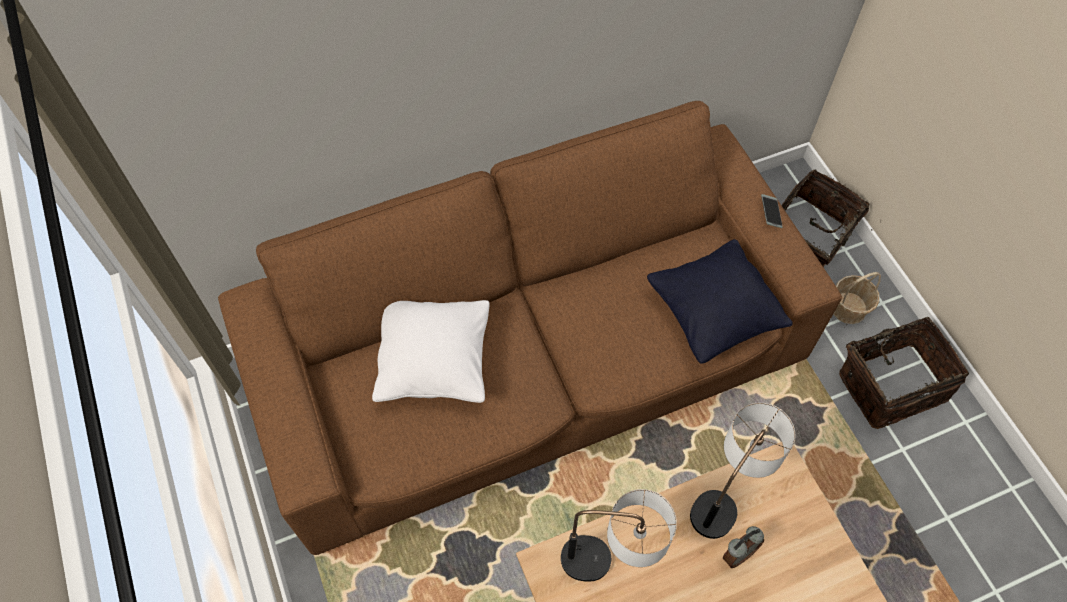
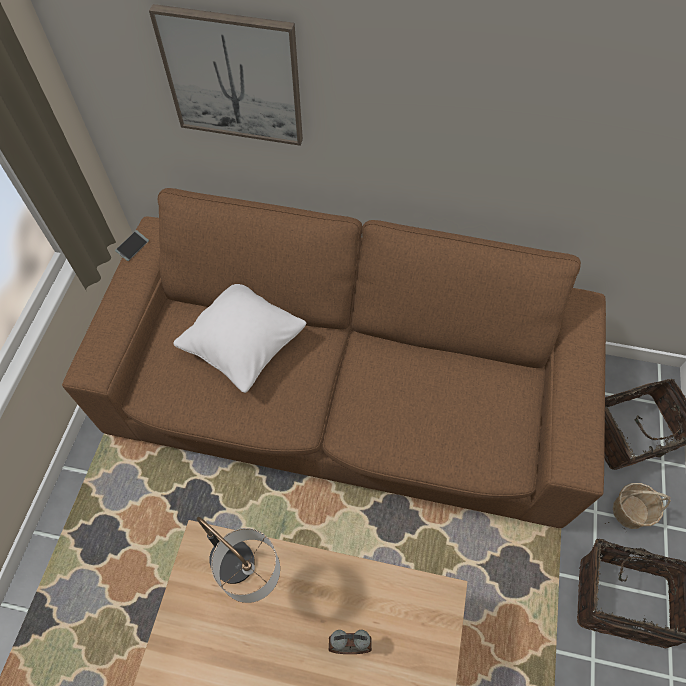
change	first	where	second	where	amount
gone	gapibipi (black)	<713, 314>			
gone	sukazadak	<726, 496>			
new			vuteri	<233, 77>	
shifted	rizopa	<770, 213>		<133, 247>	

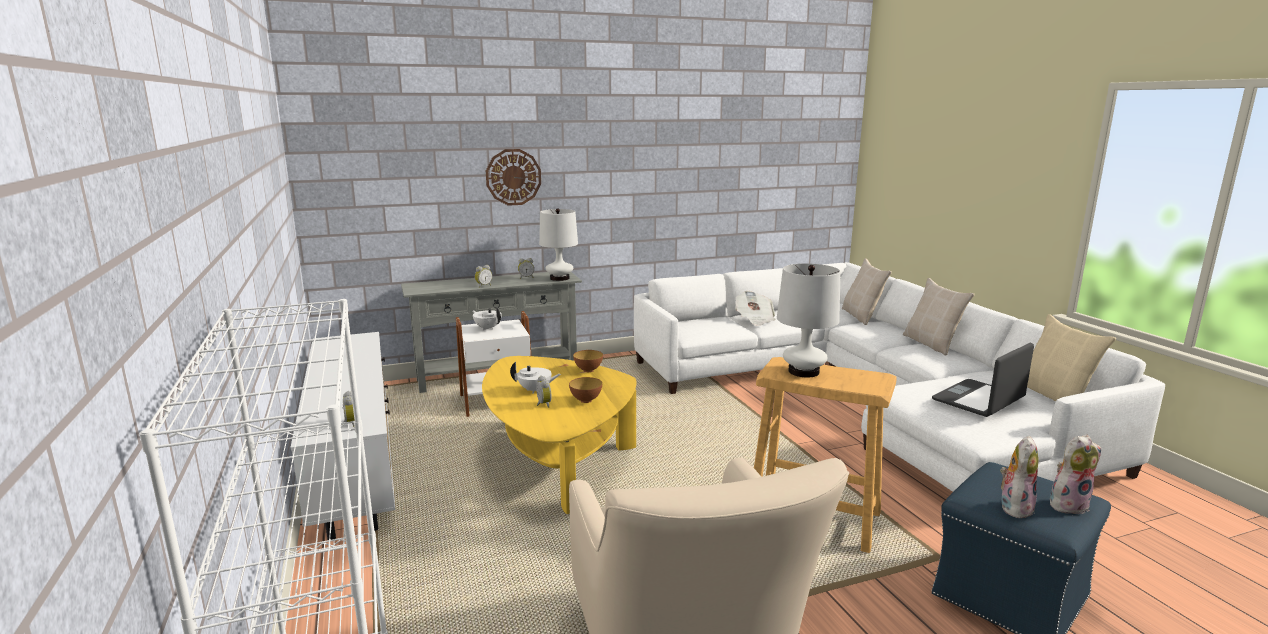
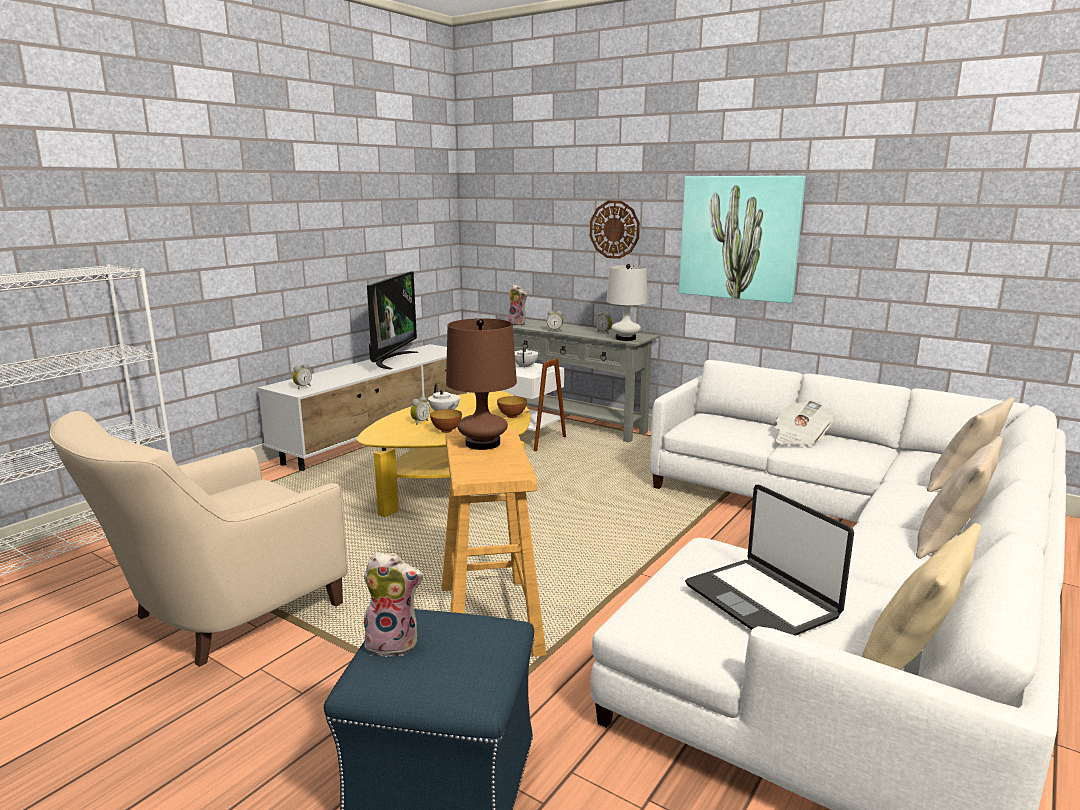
change	first	where	second	where	amount
new			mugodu	<391, 360>	
new			vuteri	<739, 238>	
shifted	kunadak	<1068, 504>		<518, 323>	
repainted	sukazadak (white)	<803, 371>	sukazadak (brown)	<483, 443>	
rotated	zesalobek	<979, 400>		<762, 600>	135 degrees counterclockwise

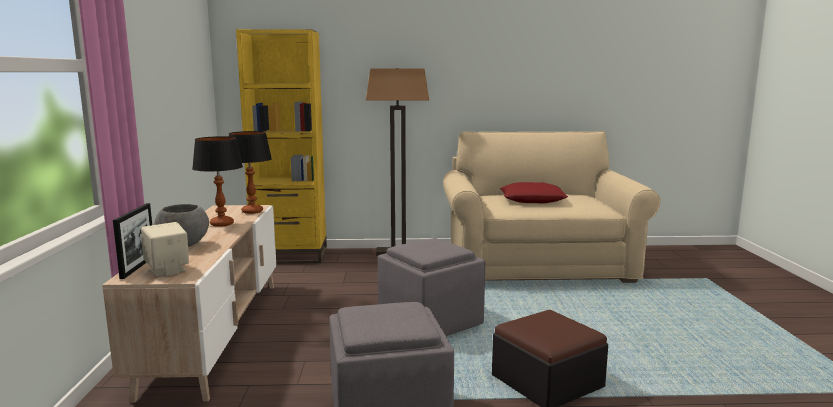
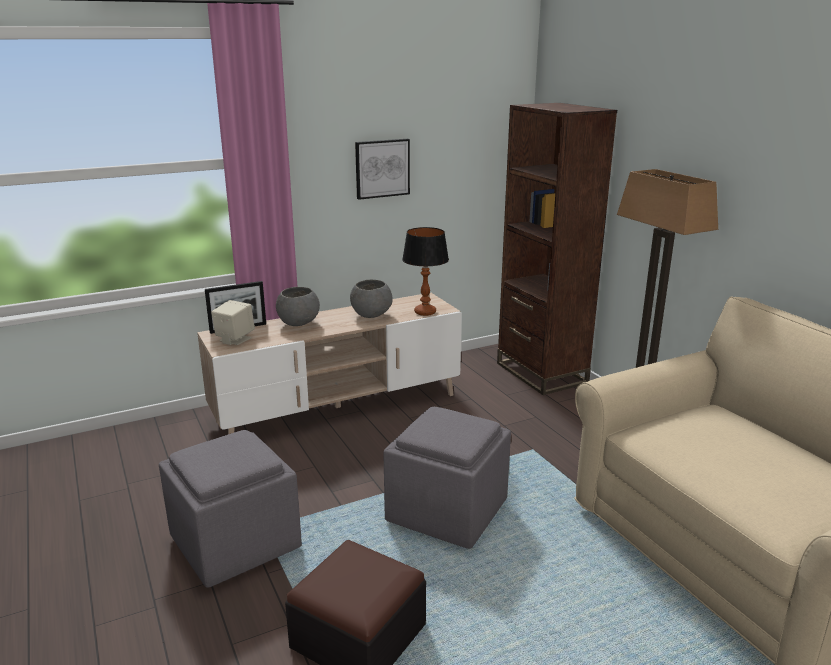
change	first	where	second	where	amount
gone	gapibipi (red)	<532, 199>			
new			vuteri	<382, 168>	
swapped	sukazadak	<222, 224>	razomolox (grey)	<371, 315>	
repainted	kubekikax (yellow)	<290, 256>	kubekikax (brown)	<541, 373>	

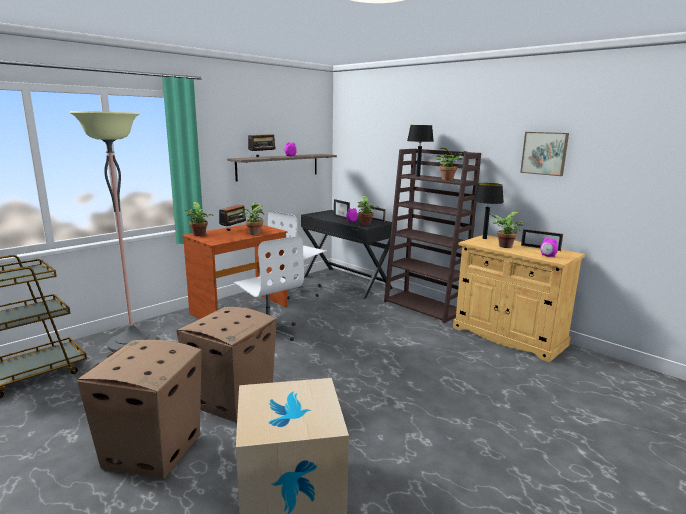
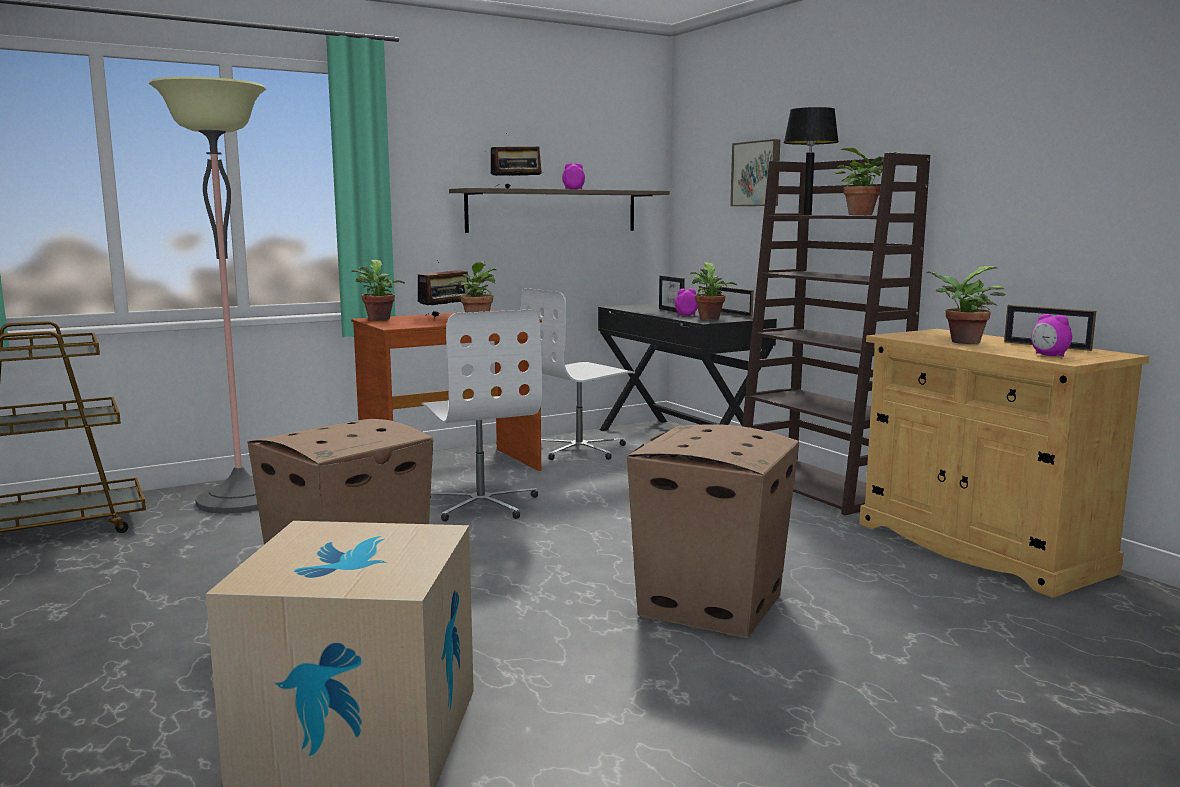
change	first	where	second	where	amount
gone	sukazadak (black)	<484, 238>			
shifted	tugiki	<151, 451>		<709, 606>	
shifted	vuteri	<544, 153>		<757, 174>	

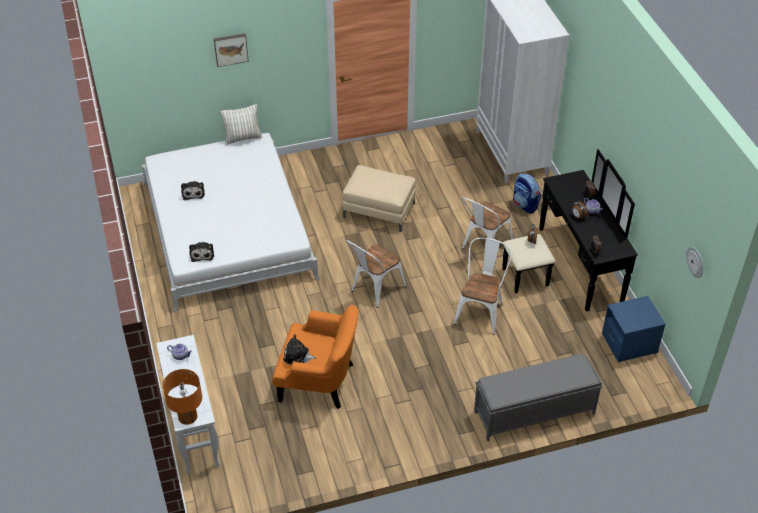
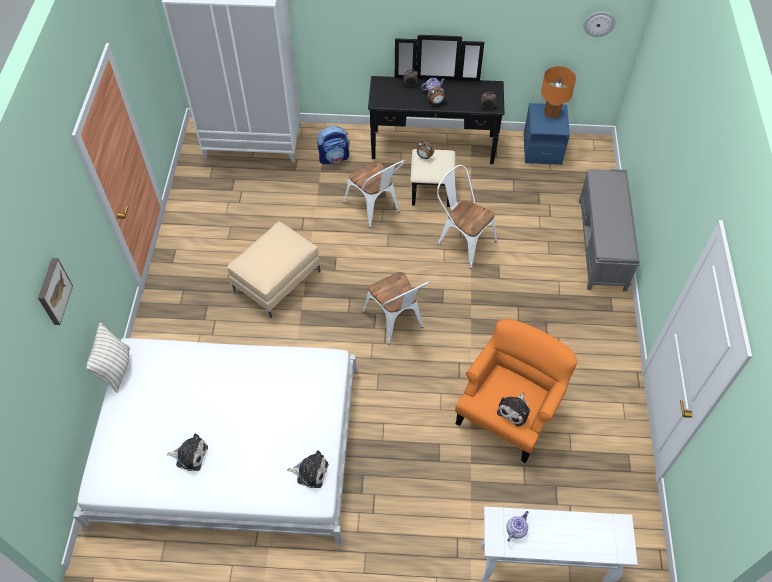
change	first	where	second	where	amount
shifted	sukazadak (orange)	<187, 416>		<552, 112>	

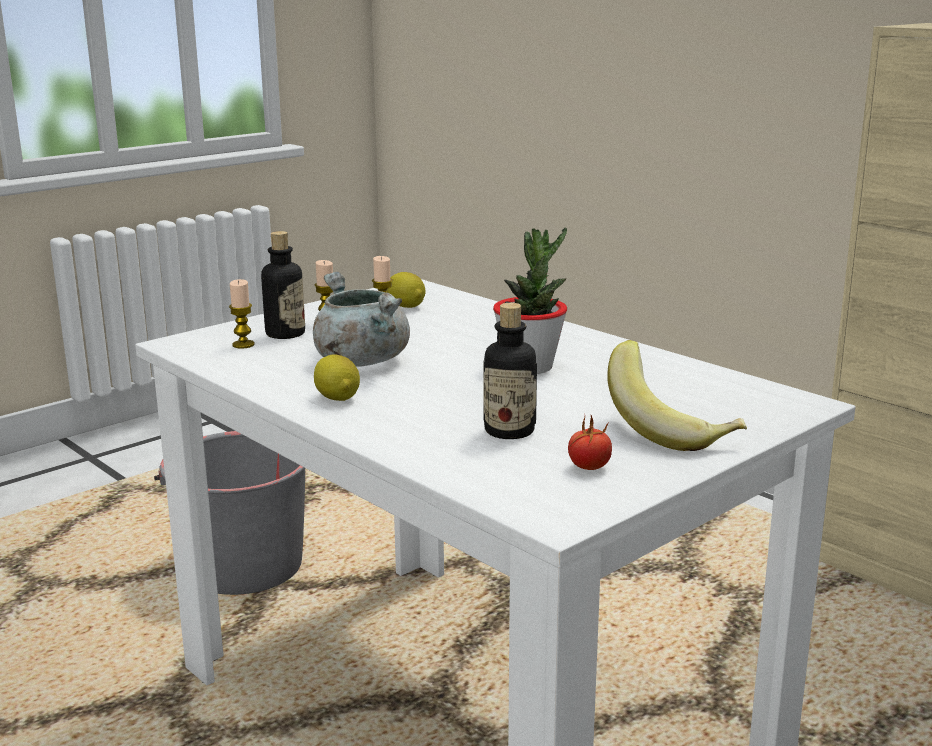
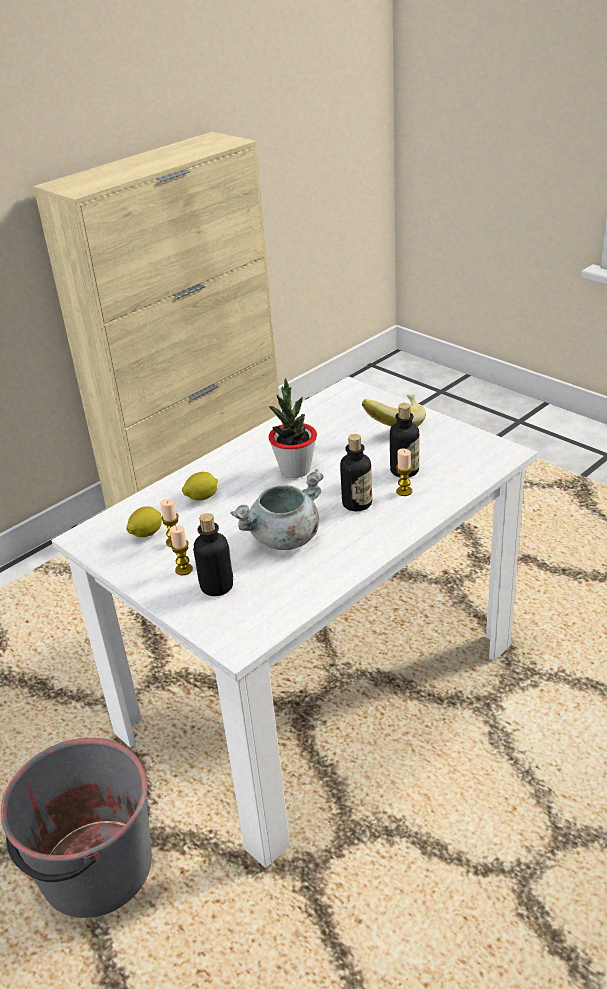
change	first	where	second	where	amount
gone	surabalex	<588, 467>			
new			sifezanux	<357, 503>	
shifted	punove	<243, 345>		<404, 491>	
shifted	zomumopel	<337, 398>		<201, 498>	

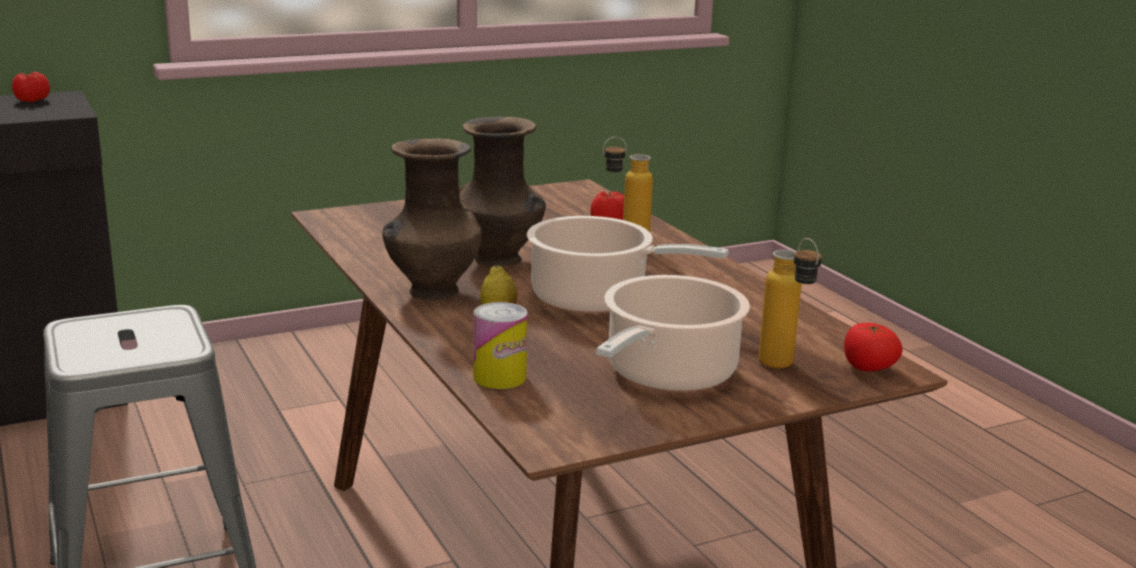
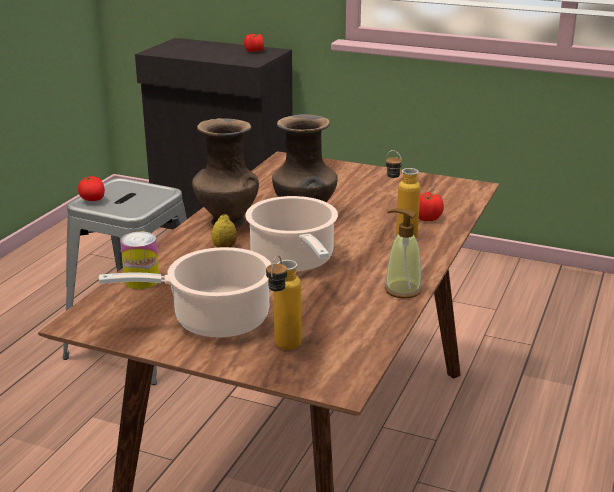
change	first	where	second	where	amount
new			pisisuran	<402, 290>	
shifted	surabalex	<868, 368>		<93, 199>	

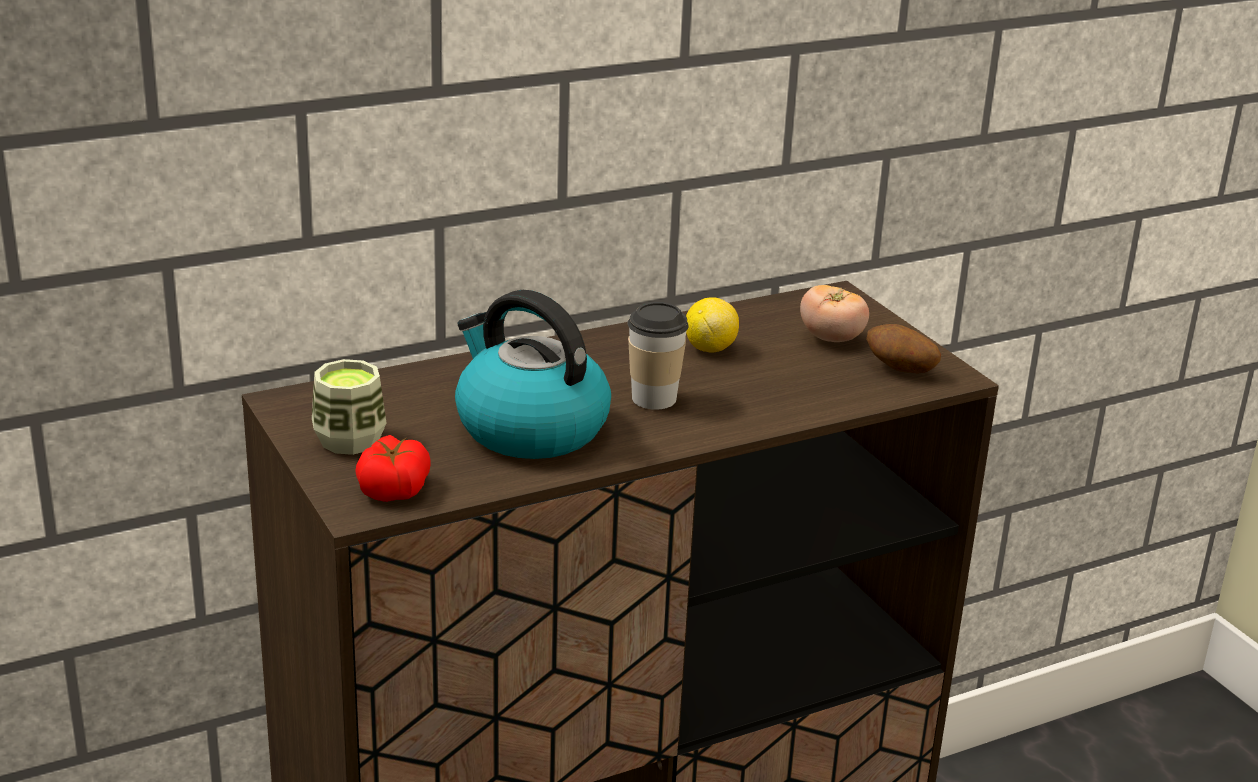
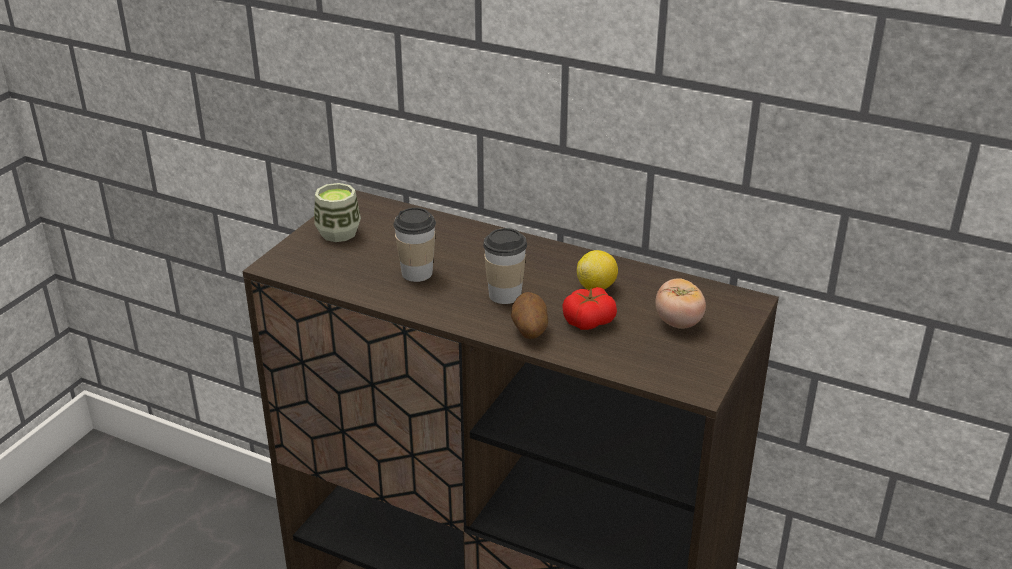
change	first	where	second	where	amount
shifted	surabalex	<393, 488>		<588, 321>	
shifted	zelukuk	<900, 370>		<529, 330>	
swapped	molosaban	<529, 428>	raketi	<417, 273>	

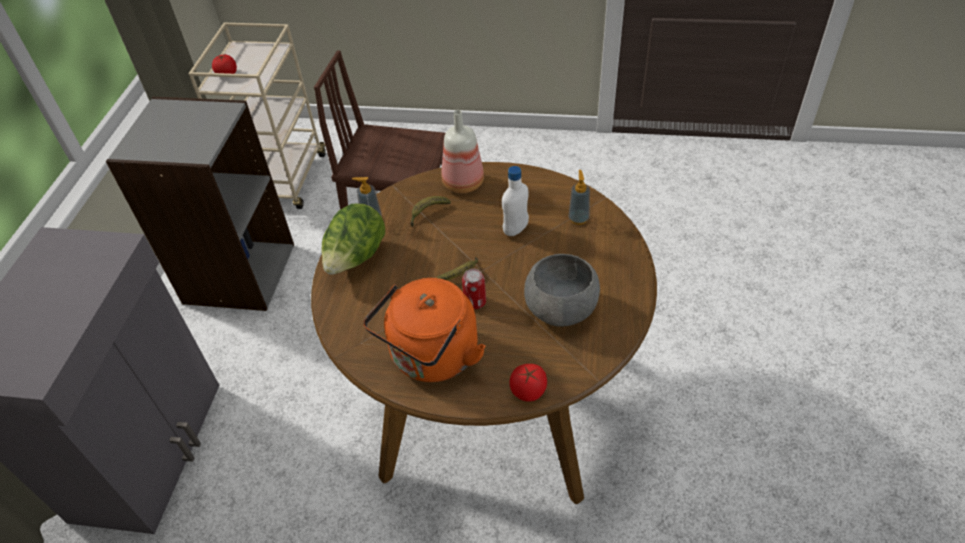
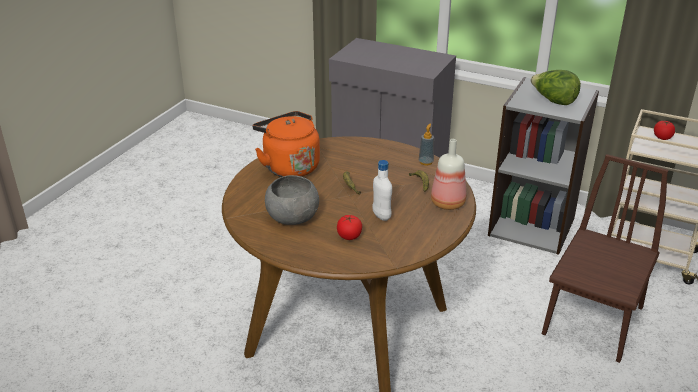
change	first	where	second	where	amount
gone	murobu	<475, 302>			
gone	pisisuran	<578, 218>			
shifted	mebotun	<356, 259>		<553, 101>	
shifted	surabalex	<528, 391>		<349, 236>	

